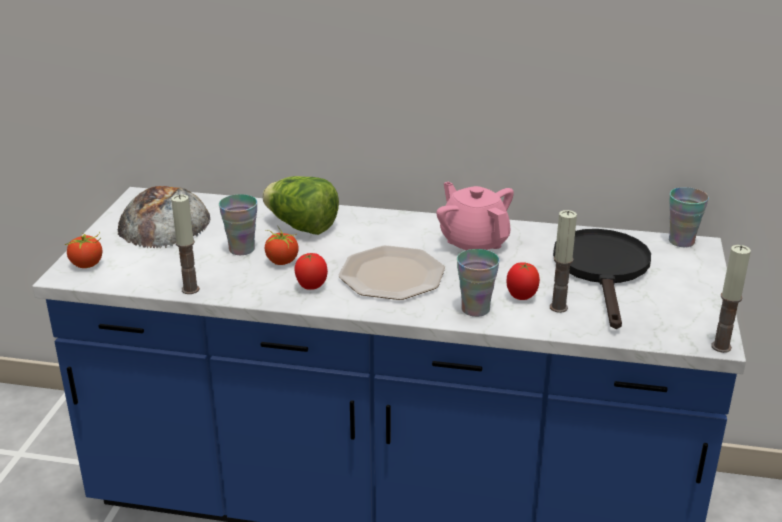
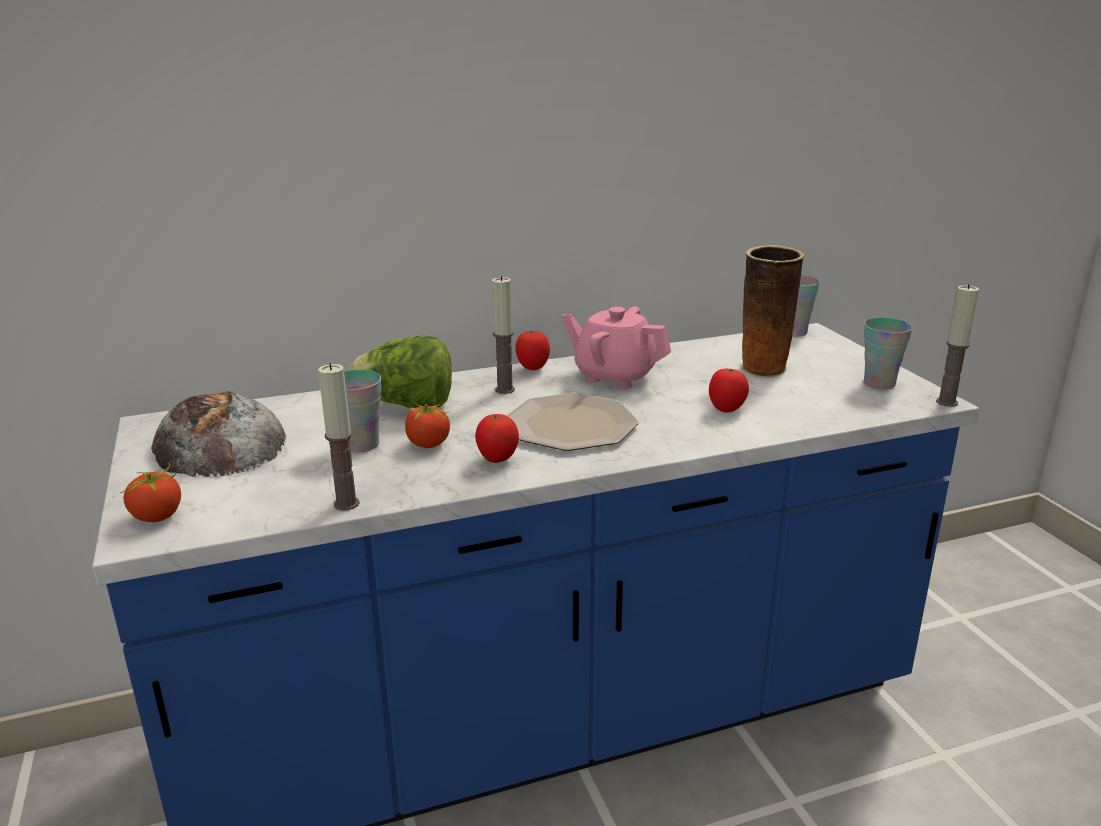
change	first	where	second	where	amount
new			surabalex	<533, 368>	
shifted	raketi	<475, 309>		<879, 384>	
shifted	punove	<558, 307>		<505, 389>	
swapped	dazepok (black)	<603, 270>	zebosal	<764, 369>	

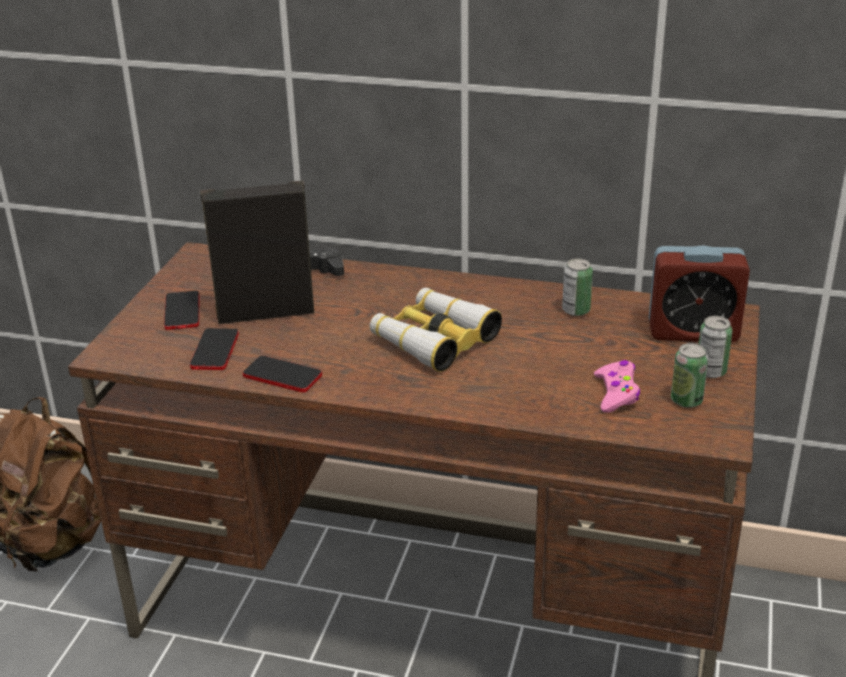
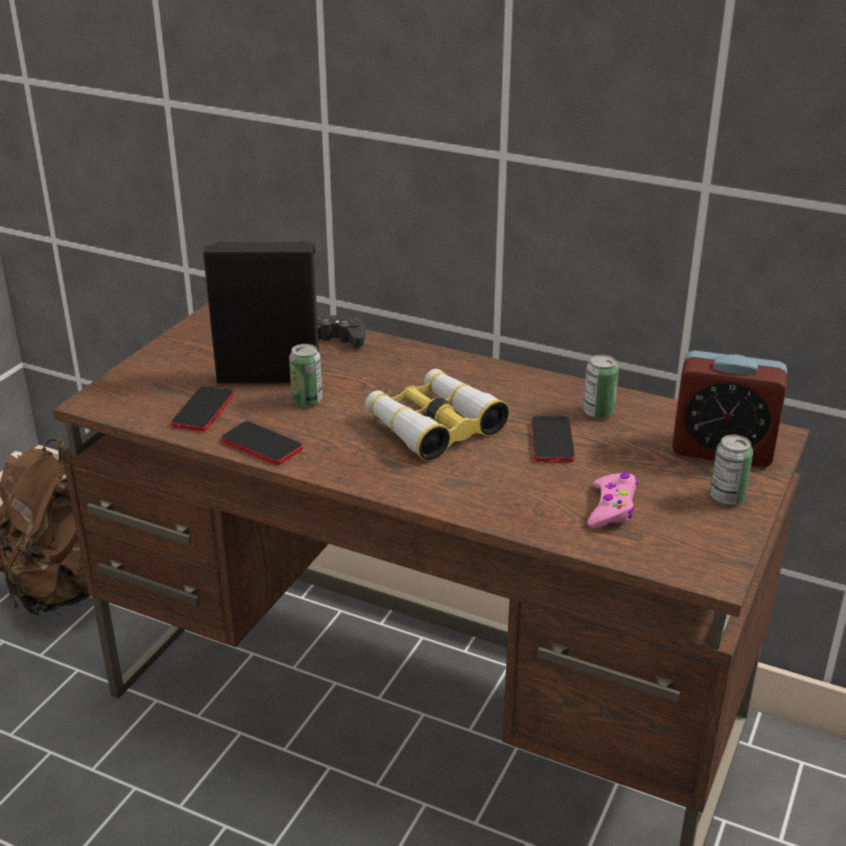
change	first	where	second	where	amount
shifted	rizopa	<182, 311>		<552, 440>	
shifted	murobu	<686, 401>		<307, 400>	

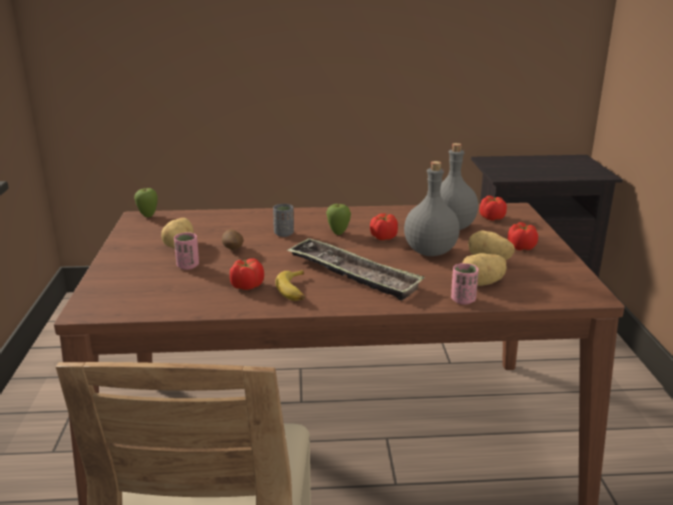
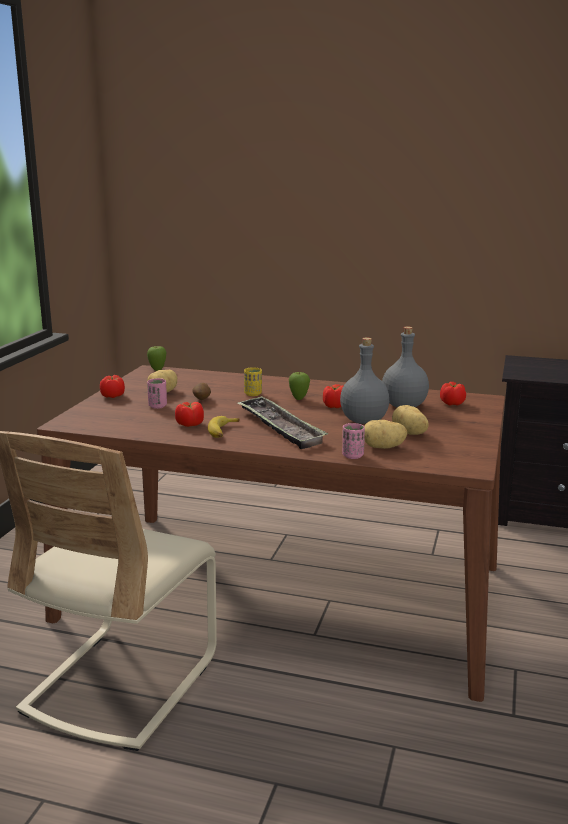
change	first	where	second	where	amount
shifted	surabalex	<521, 247>		<113, 396>	
repainted	raketi (grey)	<284, 234>	raketi (yellow)	<253, 394>	

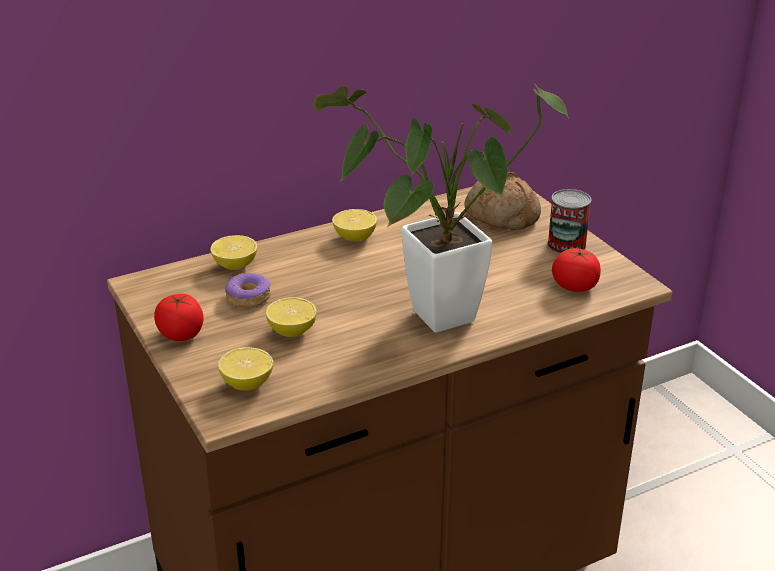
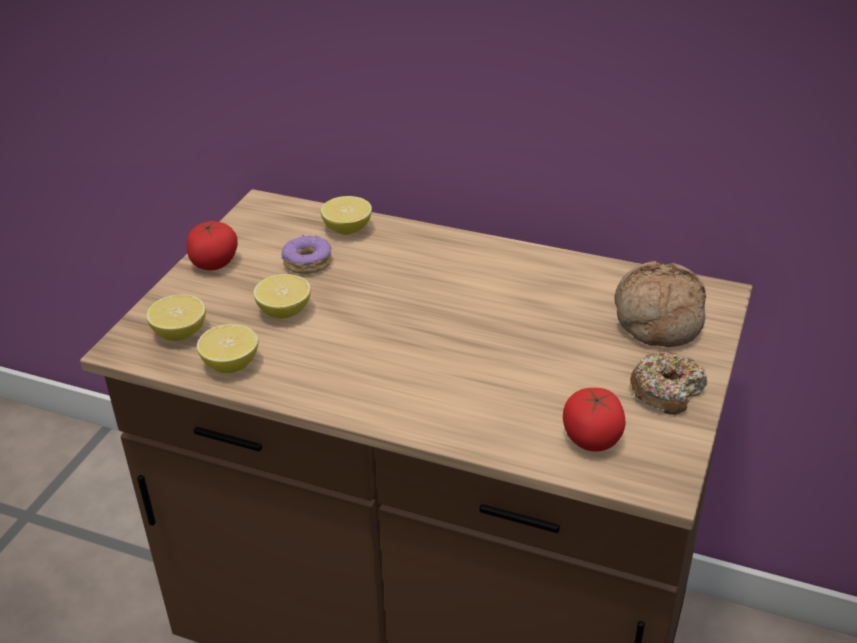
change	first	where	second	where	amount
gone	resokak	<429, 320>			
shifted	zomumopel	<355, 237>		<230, 364>	
swapped	murobu	<566, 245>	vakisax	<666, 391>	

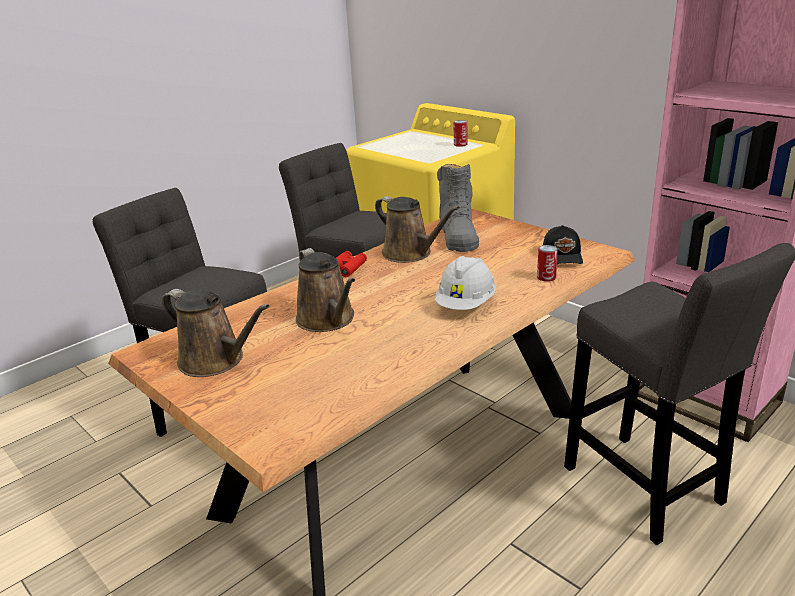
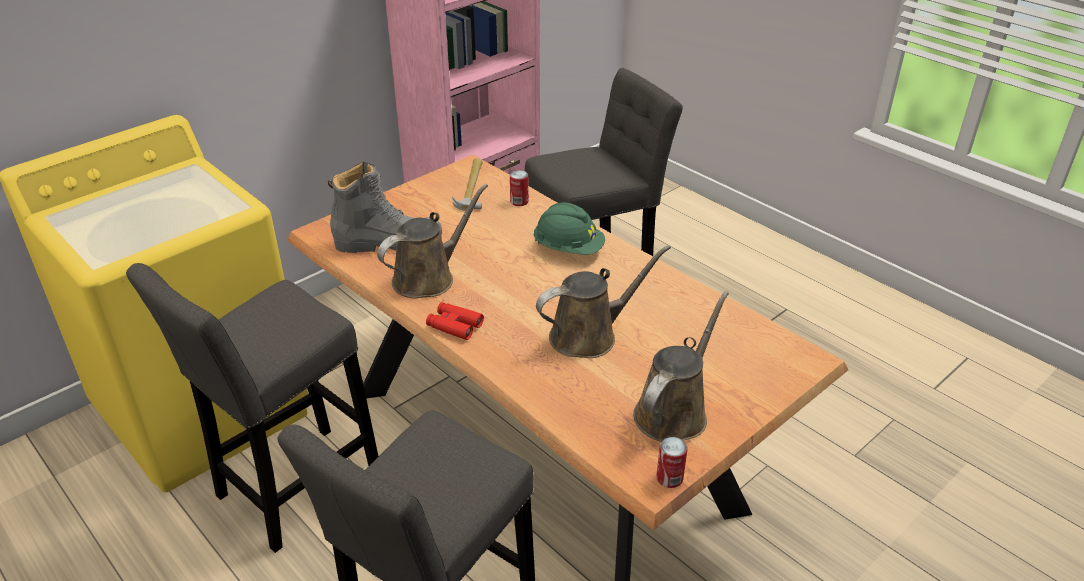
change	first	where	second	where	amount
shifted	murobu	<460, 145>		<669, 478>	
swapped	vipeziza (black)	<563, 256>	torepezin	<472, 187>	
repainted	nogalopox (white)	<466, 305>	nogalopox (green)	<568, 249>	

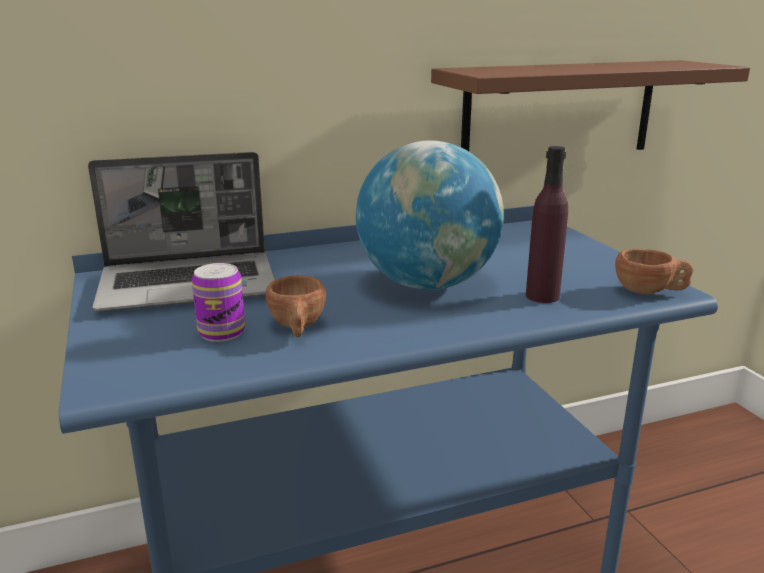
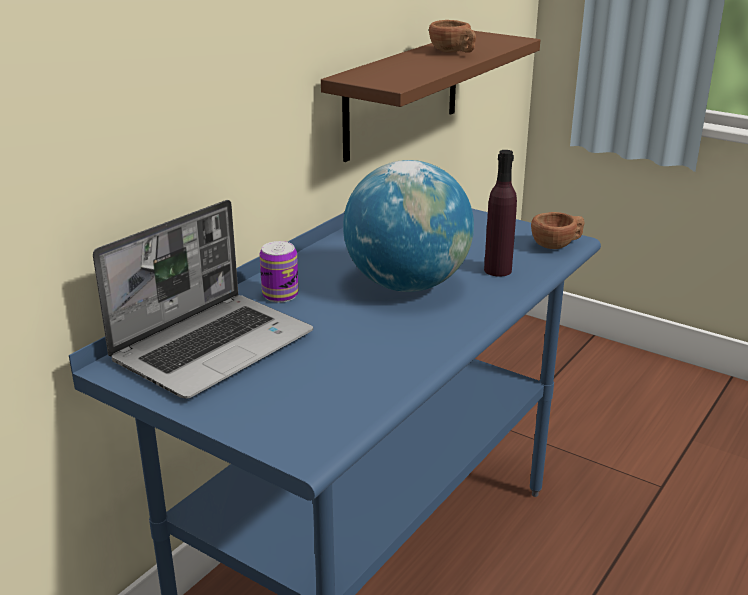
change	first	where	second	where	amount
shifted	murobu	<222, 332>		<280, 295>	
shifted	raketi (brown)	<297, 328>		<453, 52>	

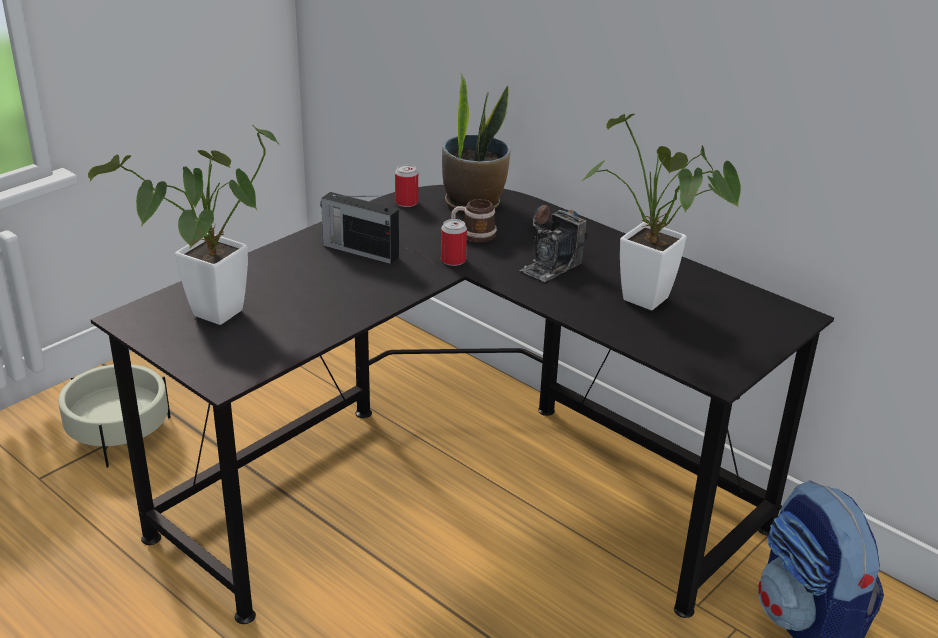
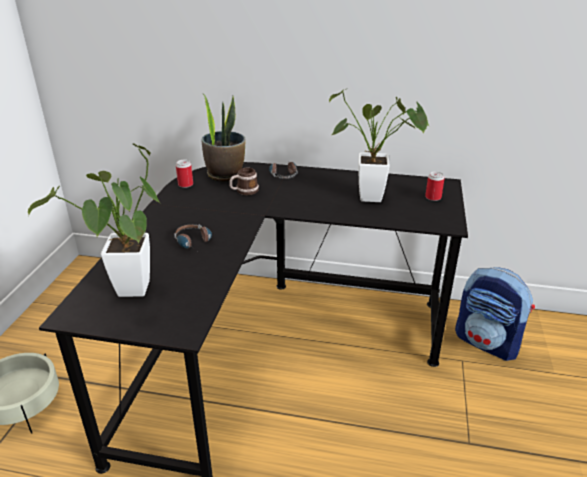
change	first	where	second	where	amount
gone	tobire	<359, 250>			
gone	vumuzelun	<551, 267>			
new			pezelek	<195, 243>	
shifted	murobu	<453, 260>		<433, 197>	

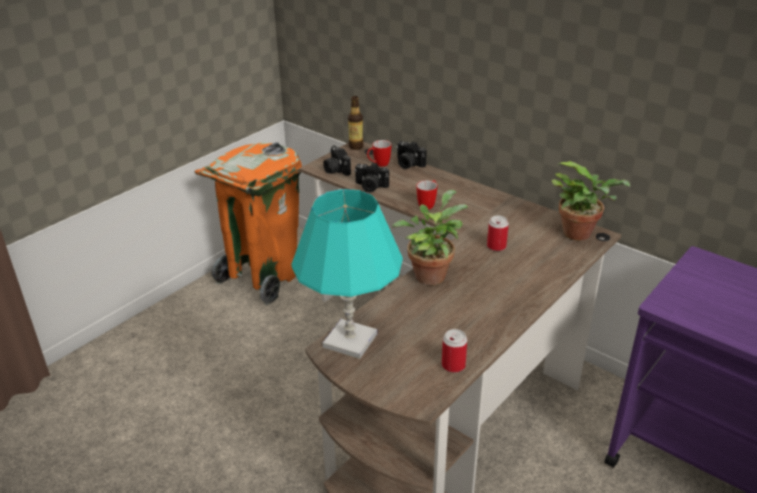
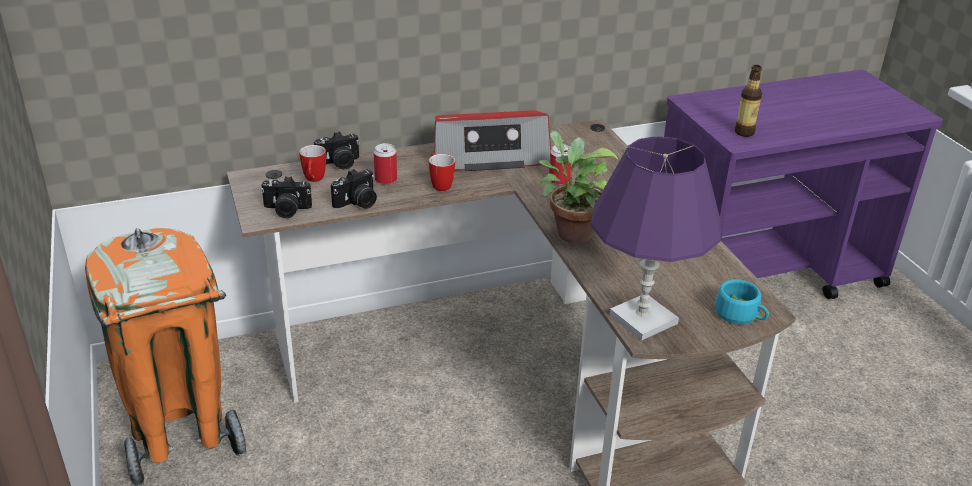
change	first	where	second	where	amount
gone	resokak	<581, 233>			
new			tobire	<489, 156>	
new			raketi (turquoise)	<740, 315>	
shifted	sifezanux	<356, 146>		<744, 132>	
shifted	murobu	<453, 365>		<386, 180>	
repainted	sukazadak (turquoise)	<350, 340>	sukazadak (purple)	<642, 319>	

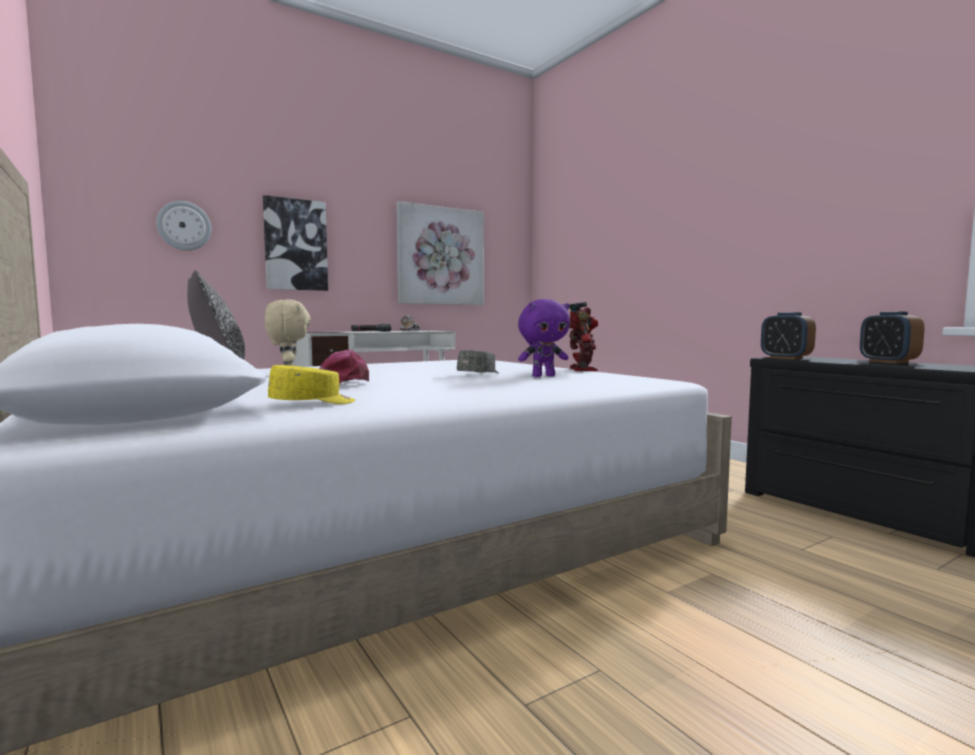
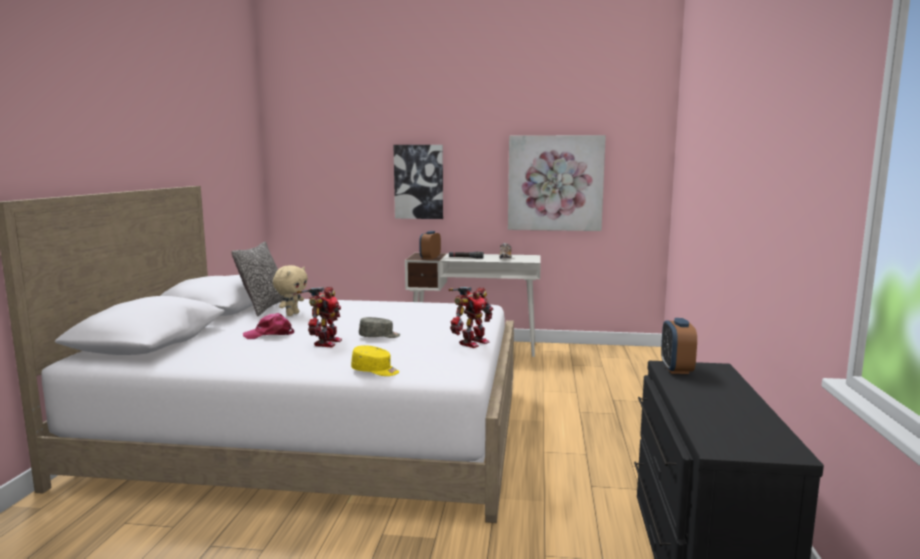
change	first	where	second	where	amount
gone	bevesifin	<184, 226>			
gone	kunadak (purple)	<543, 376>			
new			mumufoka	<325, 343>	
shifted	vipeziza (yellow)	<312, 403>		<375, 371>	
shifted	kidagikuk	<888, 362>		<430, 258>	

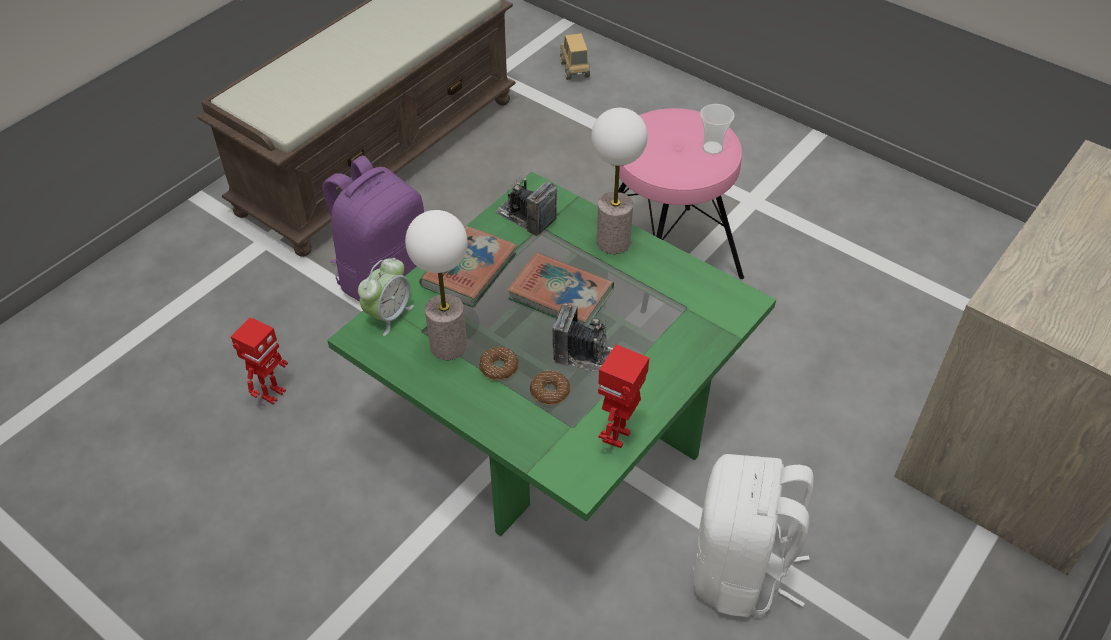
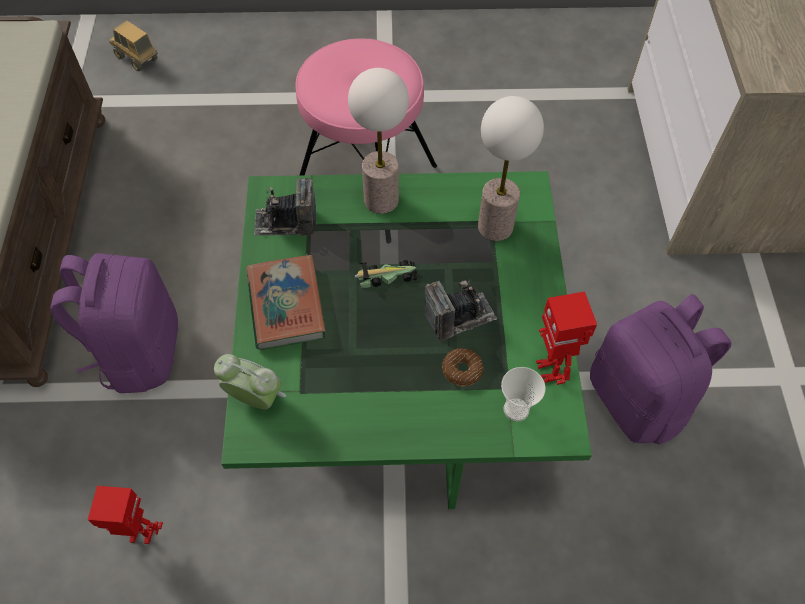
change	first	where	second	where	amount
gone	vakisax	<499, 368>			
shifted	sukazadak	<448, 345>		<494, 226>	
shifted	raketi	<712, 148>		<516, 409>	
swapped	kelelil	<561, 295>	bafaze	<386, 276>	
repainted	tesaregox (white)	<740, 570>	tesaregox (purple)	<638, 400>	
rotated	mumufoka	<272, 394>		<141, 535>	75 degrees counterclockwise
rotated	kidagikuk	<388, 315>		<255, 398>	60 degrees counterclockwise

